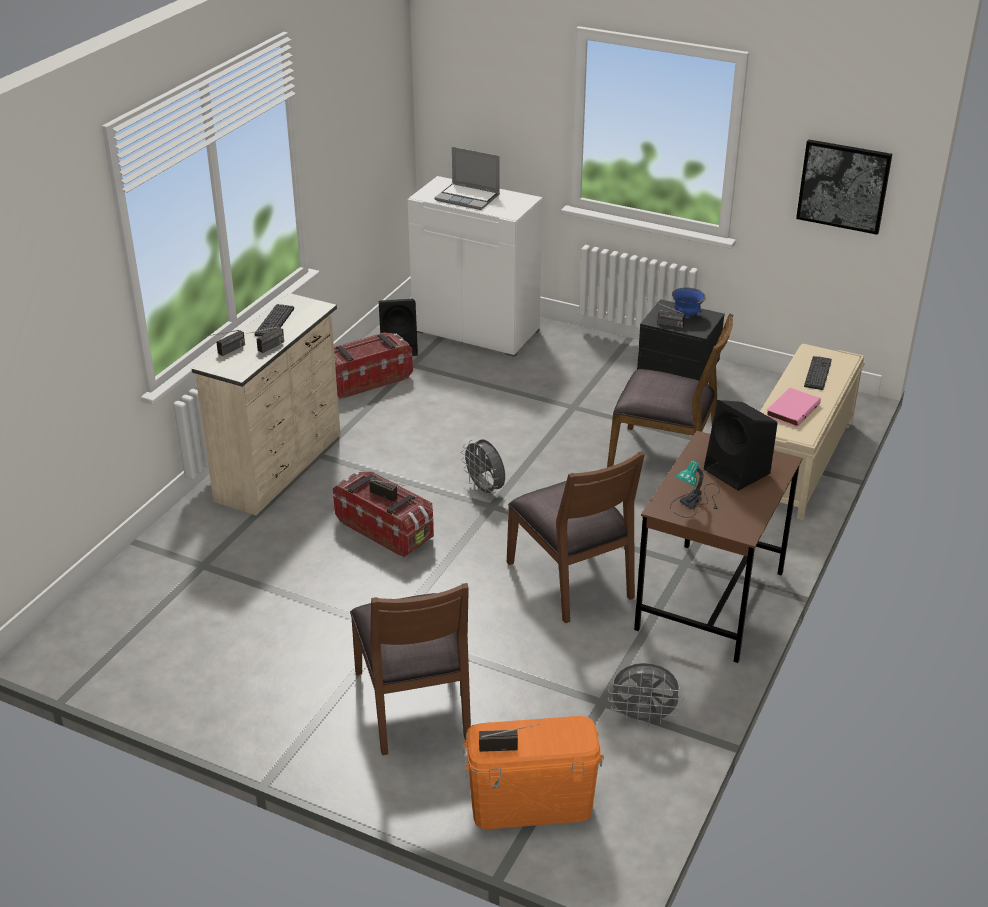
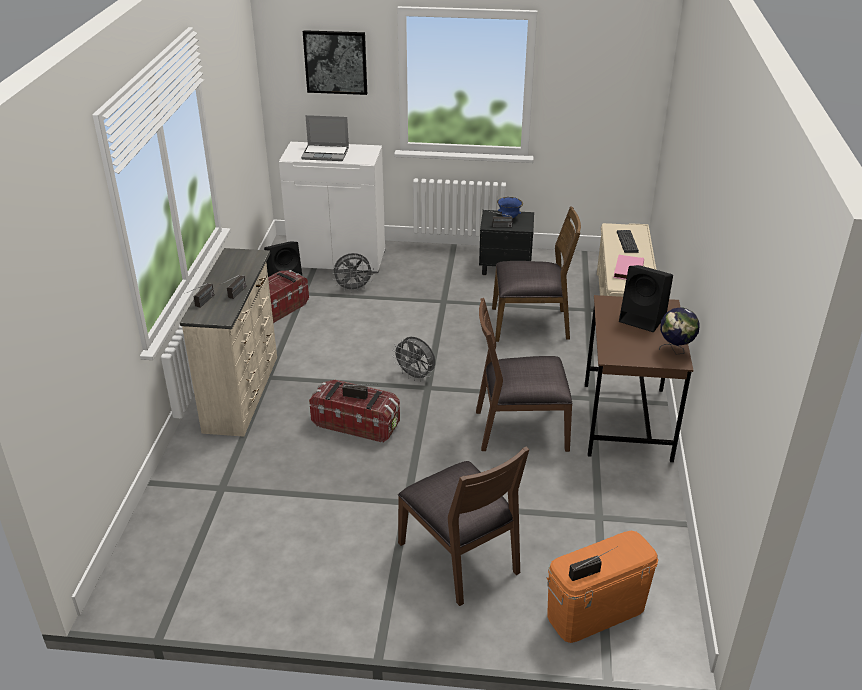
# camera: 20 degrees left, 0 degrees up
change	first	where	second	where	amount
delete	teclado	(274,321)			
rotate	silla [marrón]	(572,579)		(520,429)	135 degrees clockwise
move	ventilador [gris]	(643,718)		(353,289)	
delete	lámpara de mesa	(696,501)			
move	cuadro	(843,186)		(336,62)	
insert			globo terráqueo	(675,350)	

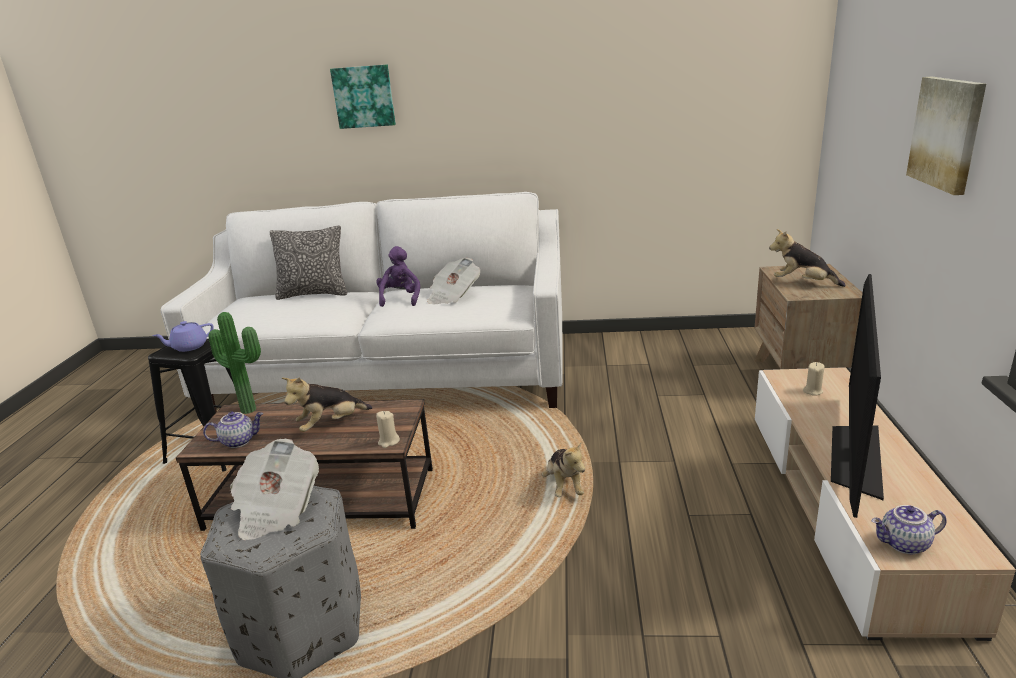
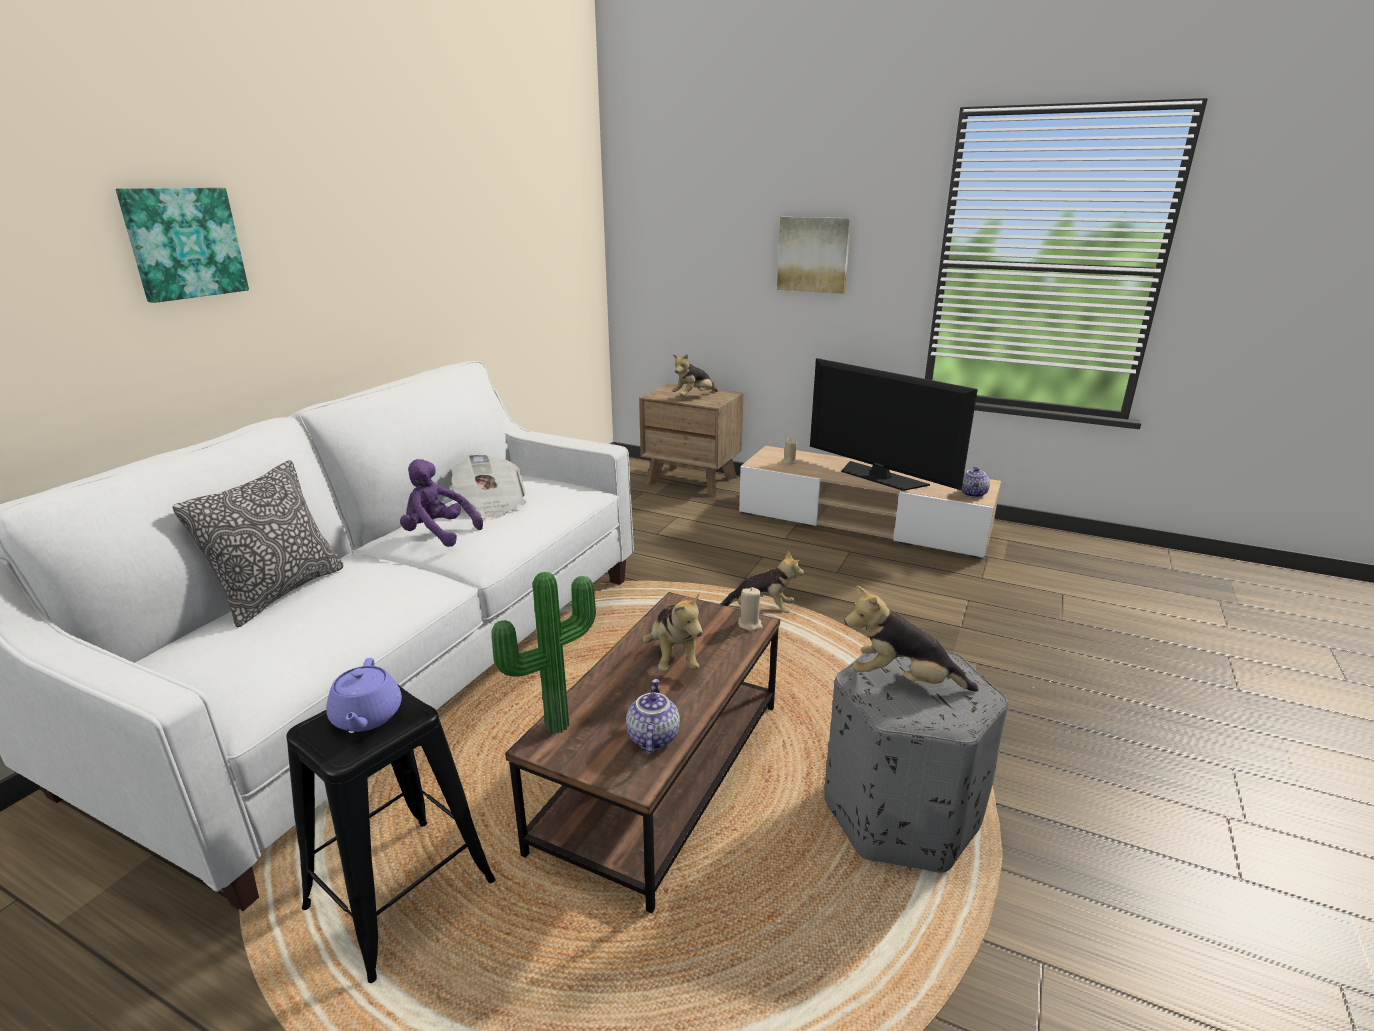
# camera: 70 degrees left, 0 degrees up
change	first	where	second	where	amount
replace	periódico	(276,509)	peluche	(903,681)	

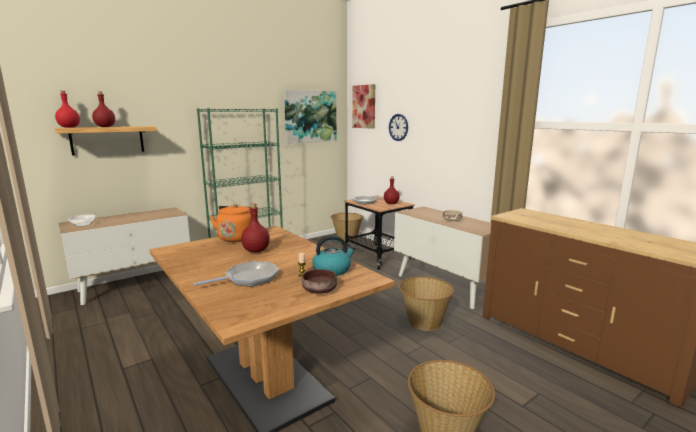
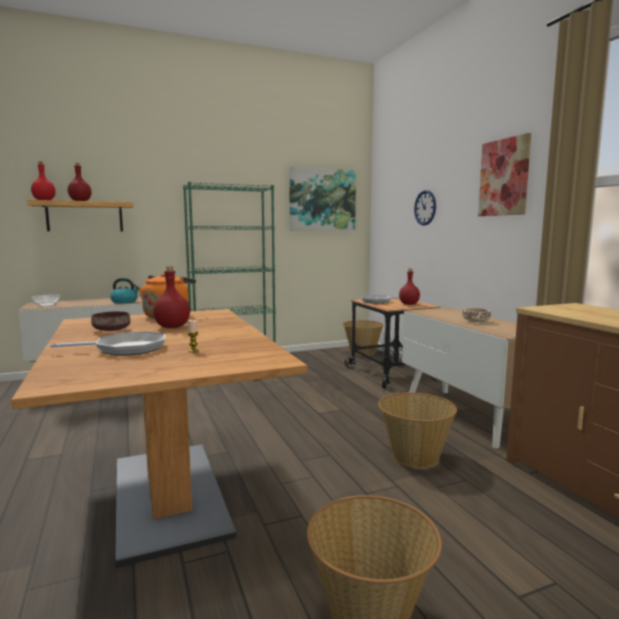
# camera: 15 degrees right, 5 degrees down
change	first	where	second	where	amount
move	cuenco [marrón]	(320,290)		(112,330)	
move	hervidor	(332,270)		(125,301)	
move	cuadro	(364,106)		(504,177)	

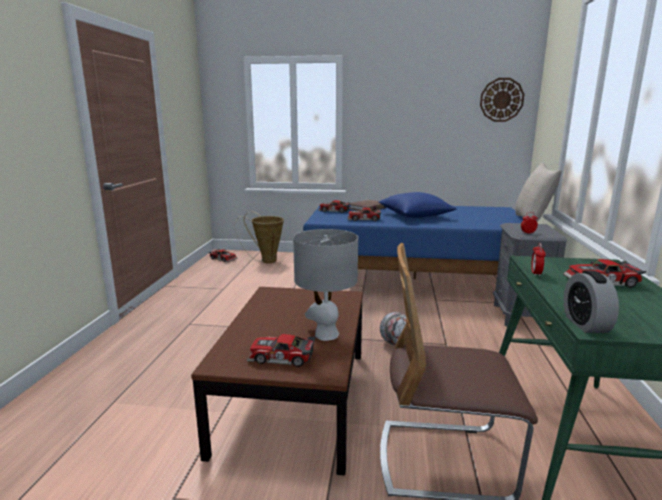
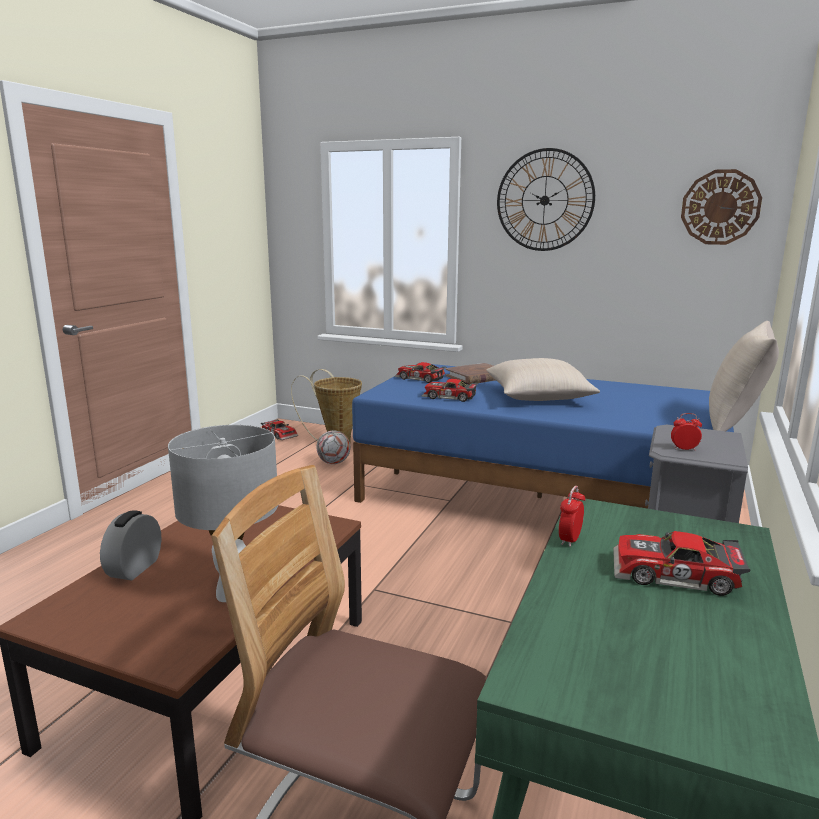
# camera: 15 degrees right, 0 degrees up
change	first	where	second	where	amount
delete	coche de juguete	(281,358)			
recolor	cojín [azul]	(415,216)	cojín [beis]	(538,397)	
move	balón de fútbol	(395,343)		(334,463)	
move	despertador	(585,324)		(134,568)	
insert			reloj de pared	(544,200)	

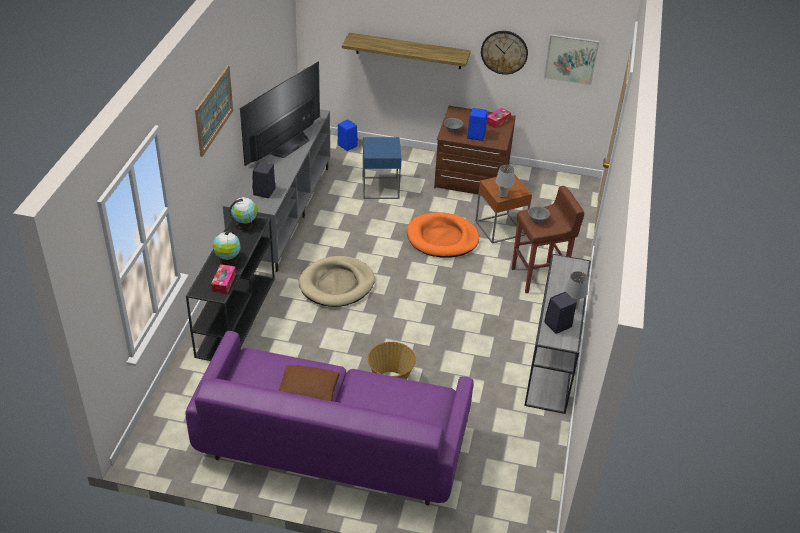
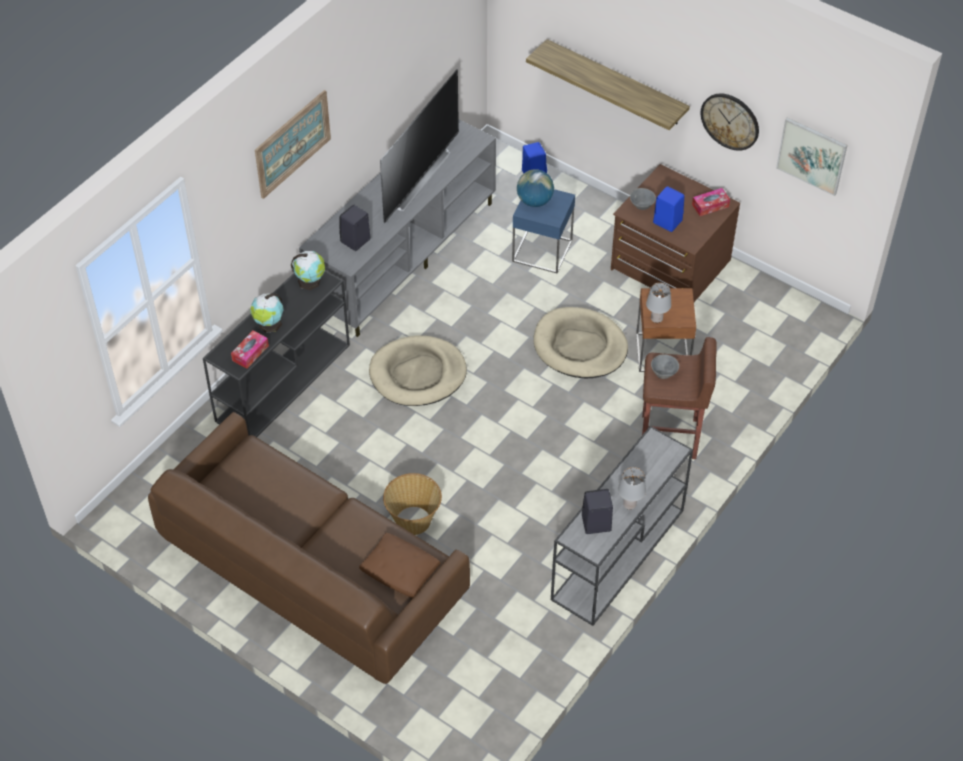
# camera: 25 degrees right, 10 degrees up
change	first	where	second	where	amount
recolor	sofá [morado]	(332,444)	sofá [marrón]	(311,574)	
rotate	televisor	(287,144)		(416,177)	150 degrees clockwise
move	cojín [marrón]	(307,391)		(399,571)	
recolor	cama para perro [naranja]	(442,238)	cama para perro [beis]	(580,346)	
insert			globo terráqueo	(534,201)	

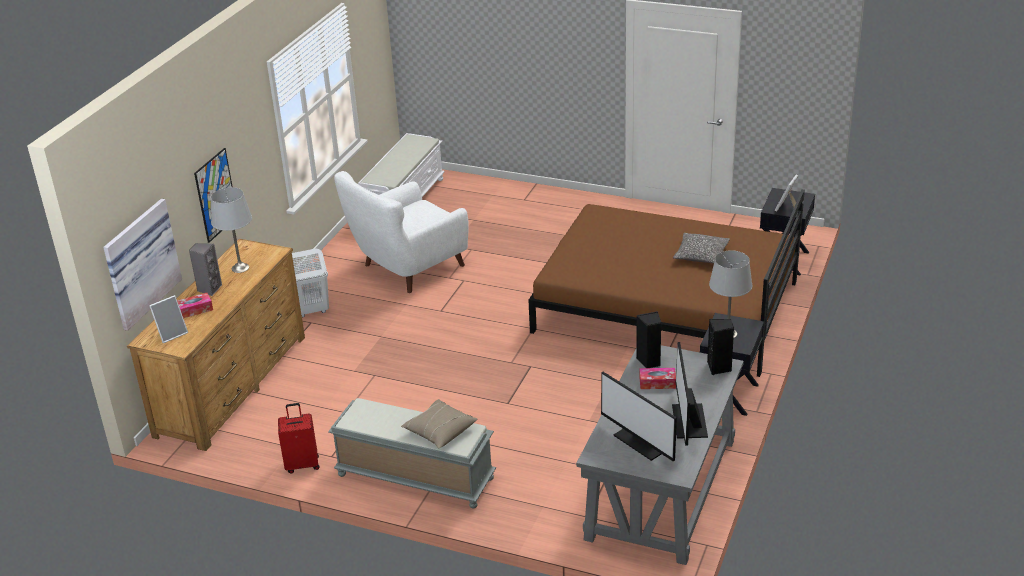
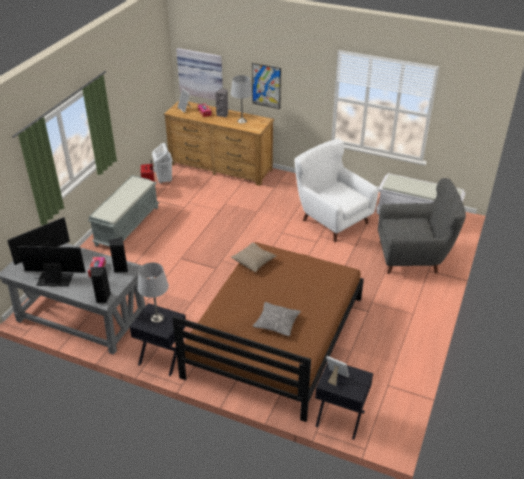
# camera: 90 degrees right, 5 degrees up
change	first	where	second	where	amount
move	cesto de la ropa [blanco]	(312,310)		(164,179)	
move	cojín [beis]	(439,431)		(254,261)	
insert			sillón [gris]	(413,257)	

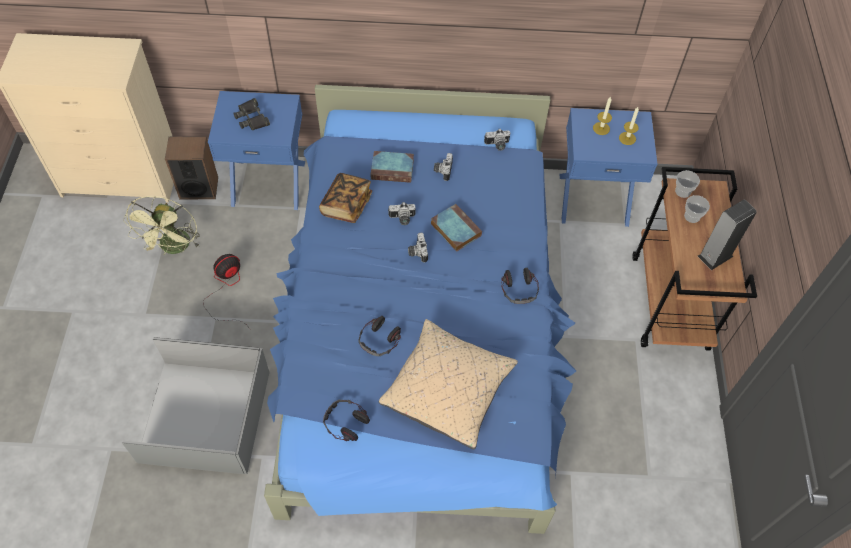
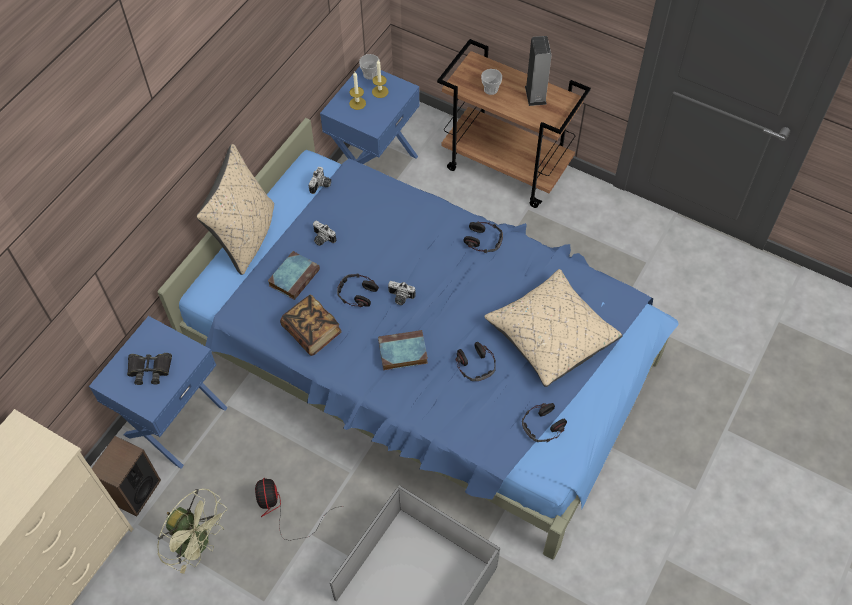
# camera: 60 degrees left, 0 degrees up
change	first	where	second	where	amount
replace	cámara	(402,219)	auriculares	(357,293)	
move	libro	(454,229)		(401,352)	
move	taza	(682,191)		(370,74)	
insert			cojín [beis]	(246,236)	

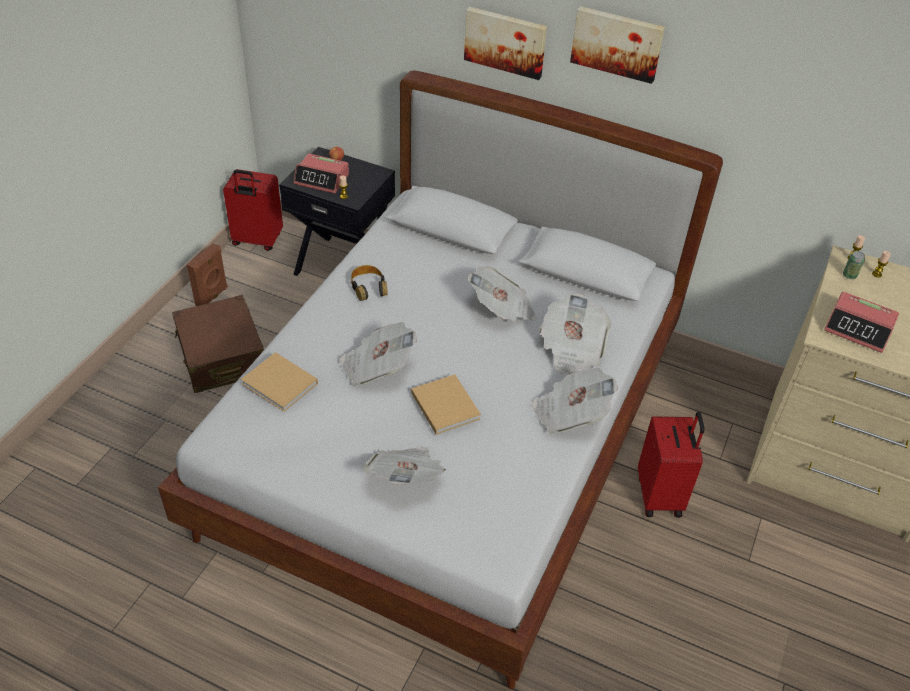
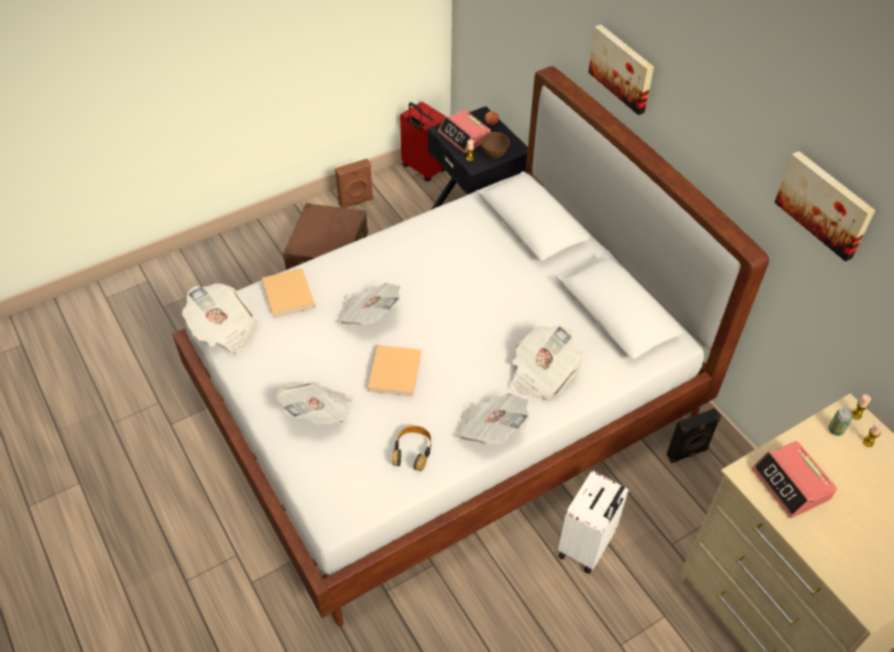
# camera: 35 degrees right, 5 degrees up
change	first	where	second	where	amount
move	auriculares	(368,287)		(412,451)	
move	periódico	(502,309)		(223,330)	
move	cuadro	(617,43)		(825,204)	
recolor	maleta [rojo]	(660,495)	maleta [blanco]	(587,546)	
insert			cuenco [marrón]	(495,155)	
insert			altavoz [negro]	(687,453)	

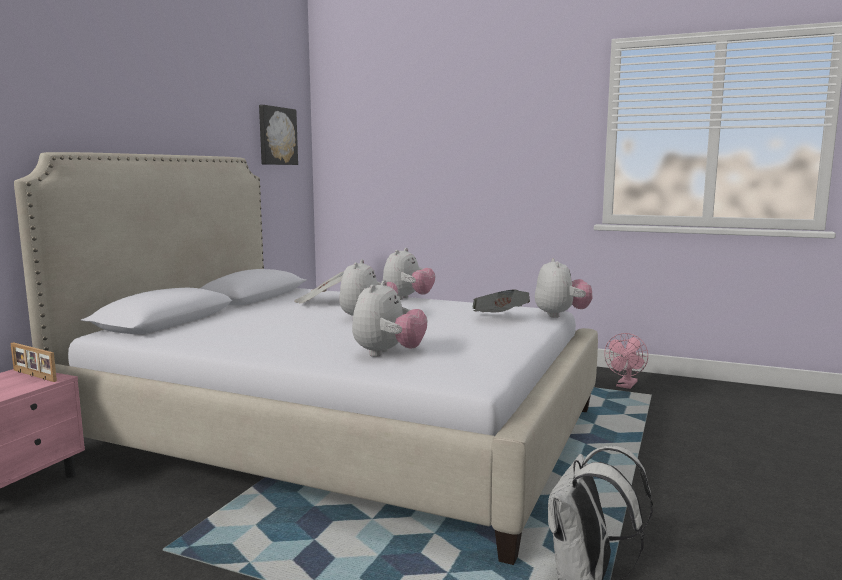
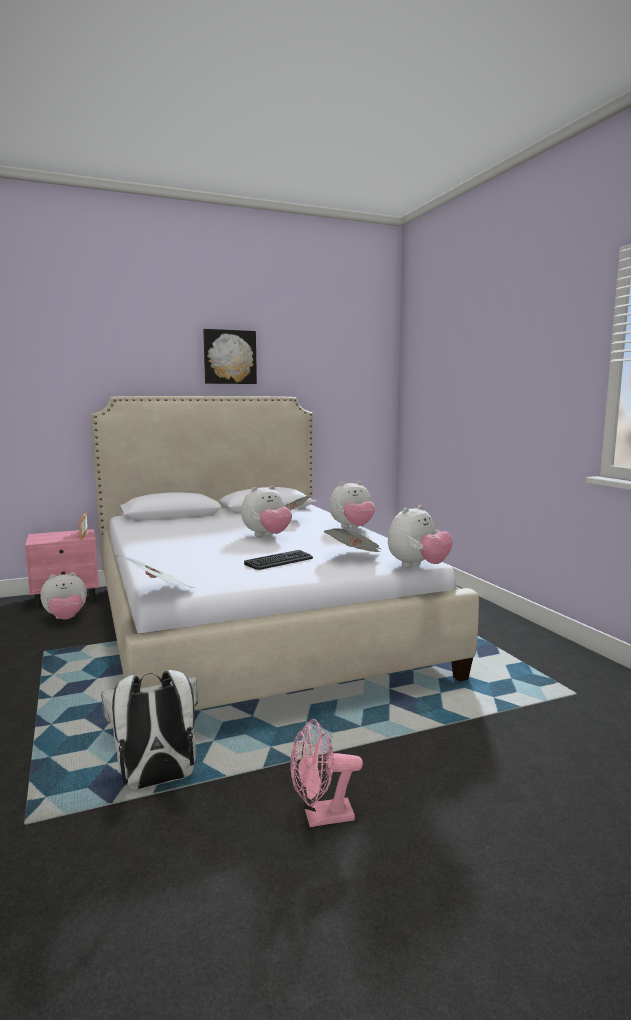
# camera: 45 degrees right, 0 degrees up
change	first	where	second	where	amount
move	cuadro	(276,136)		(229,357)	
move	peluche	(388,354)		(66,619)	
move	ventilador [rosa]	(625,386)		(321,817)	
insert			periódico	(157,591)	
insert			teclado	(279,561)	

